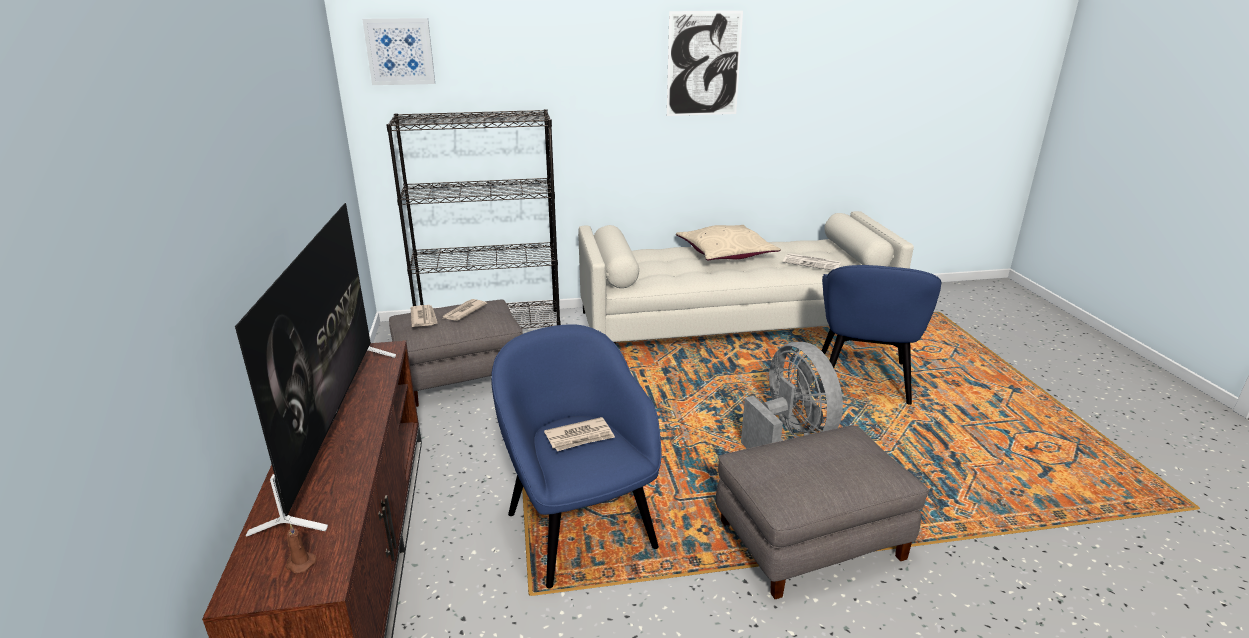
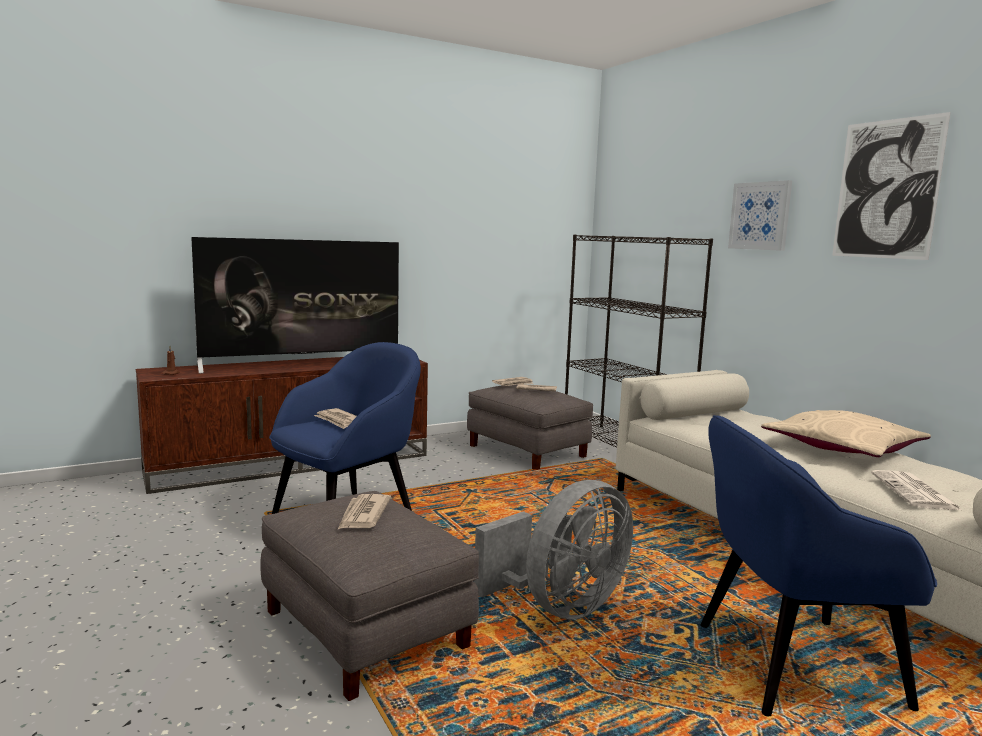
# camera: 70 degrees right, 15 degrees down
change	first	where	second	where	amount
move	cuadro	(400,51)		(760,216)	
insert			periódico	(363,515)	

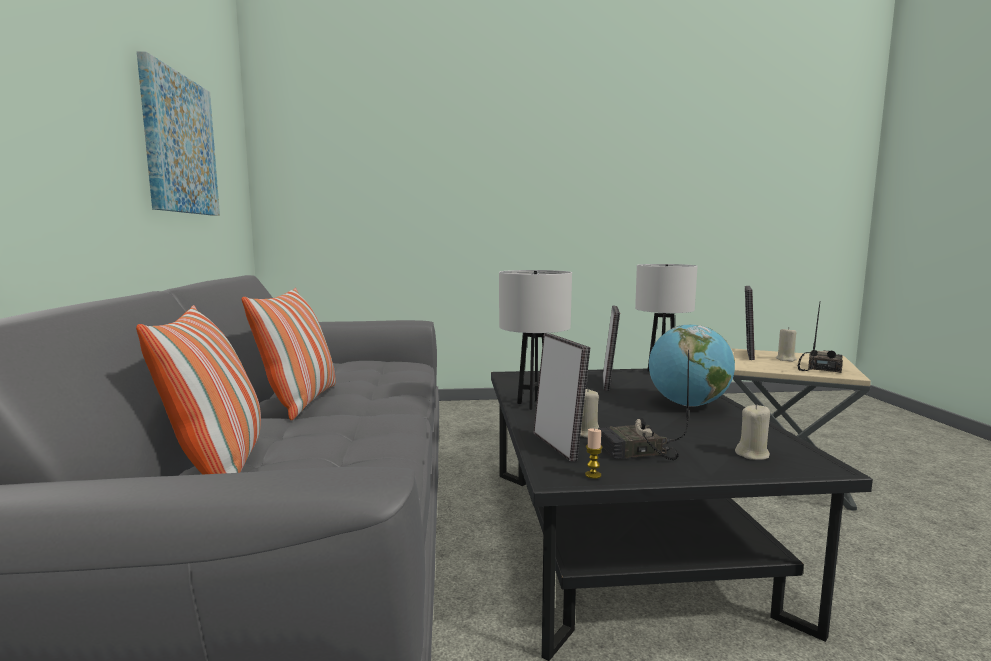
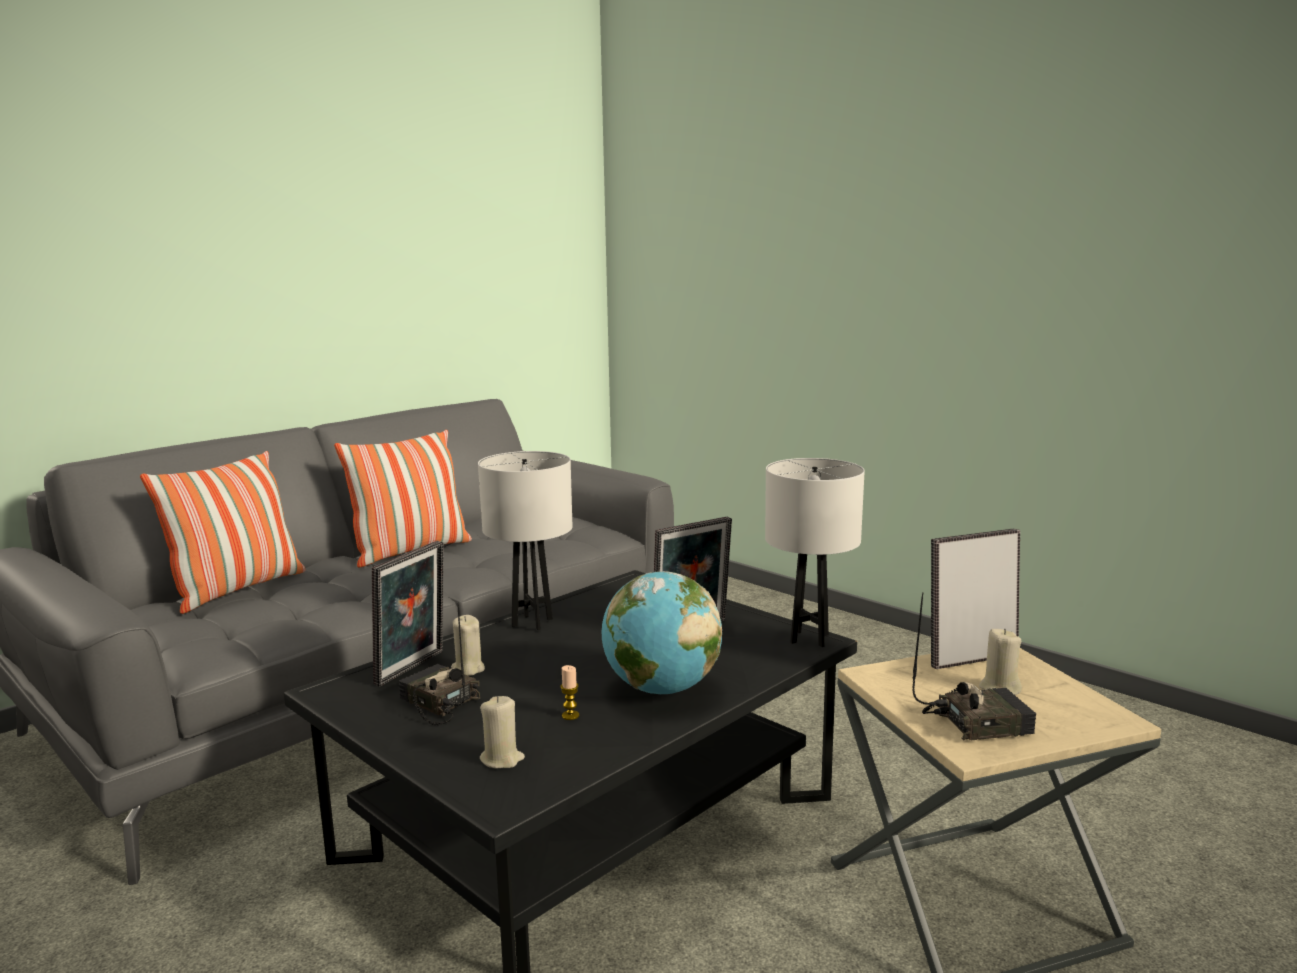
# camera: 50 degrees right, 5 degrees up
change	first	where	second	where	amount
delete	cuadro	(179,144)			
move	vela	(593,475)		(570,715)	

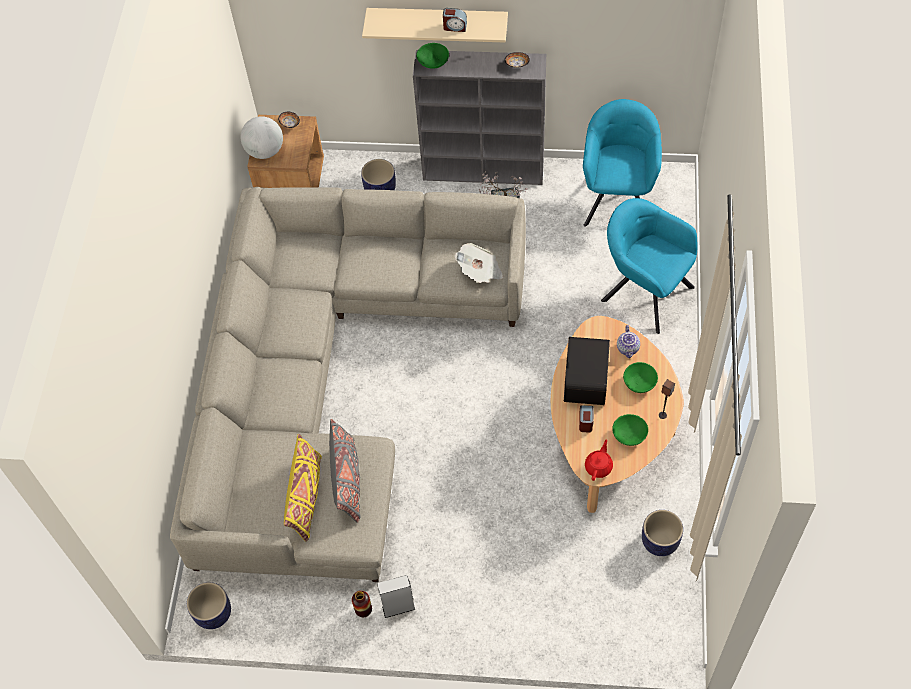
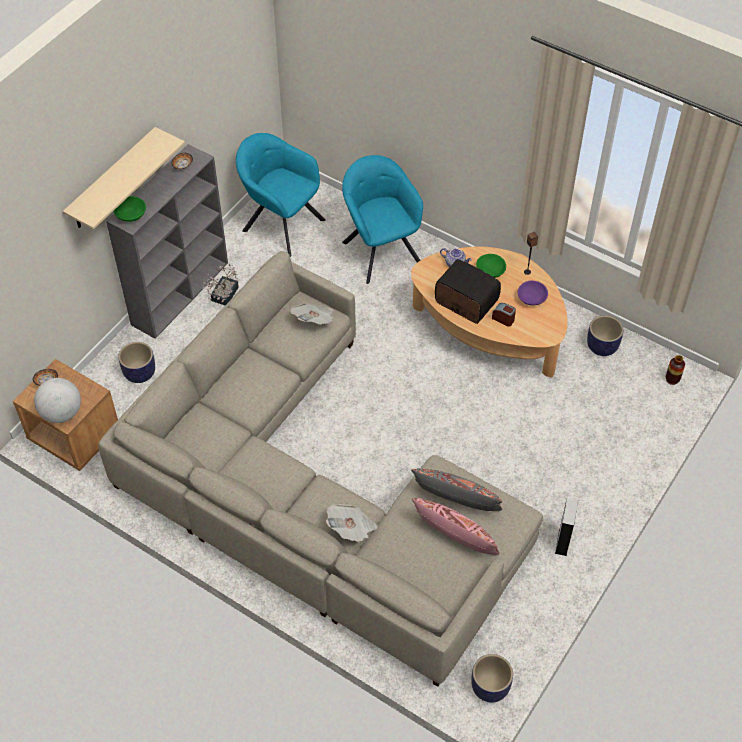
# camera: 65 degrees left, 5 degrees down
change	first	where	second	where	amount
recolor	cojín [amarillo]	(306,497)	cojín [rosa]	(455,537)	
move	florero	(363,610)		(672,379)	
delete	despertador	(455,27)			
delete	tetera [rojo]	(598,466)			
rotate	sillón [turquesa]	(644,292)		(380,250)	90 degrees clockwise
recolor	cuenco [verde]	(629,435)	cuenco [morado]	(532,299)	
insert			periódico	(351,529)	

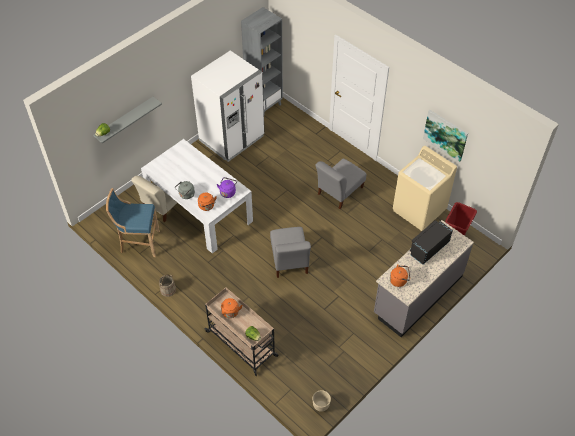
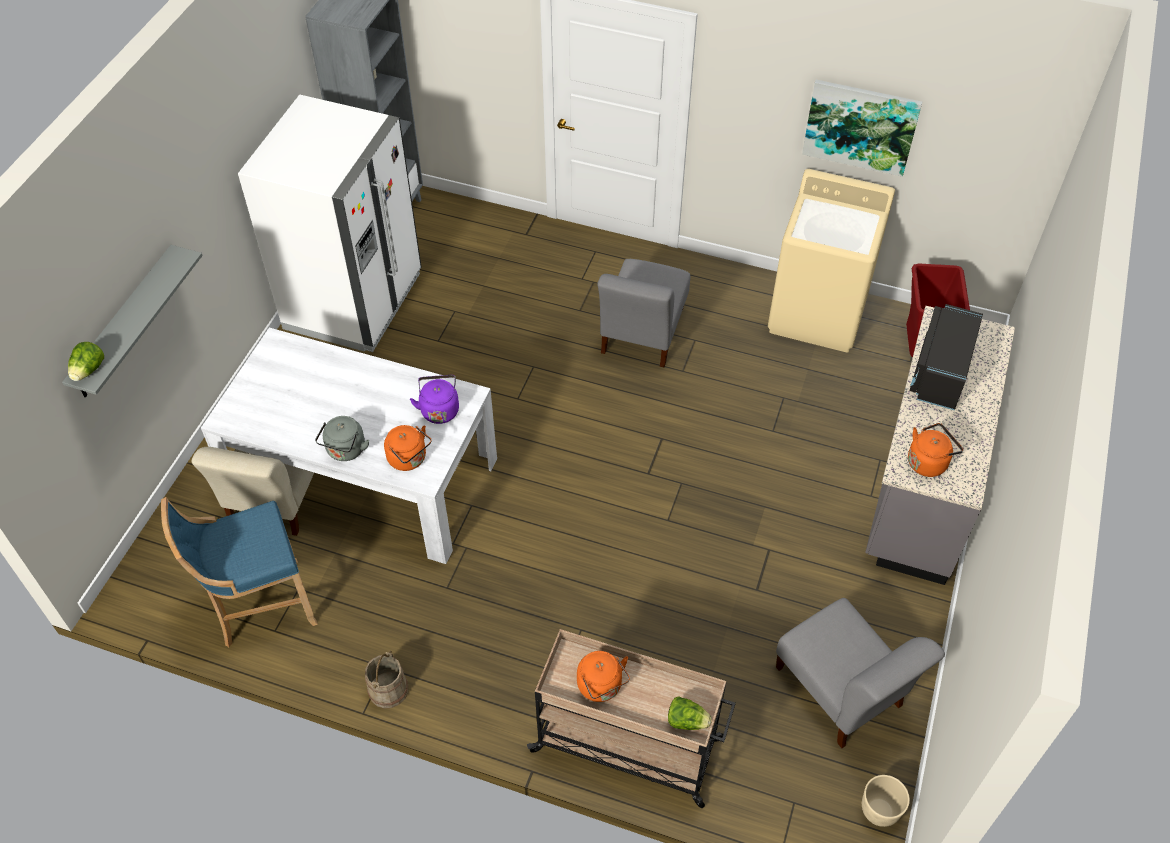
# camera: 25 degrees left, 0 degrees up
change	first	where	second	where	amount
move	silla [gris]	(289,261)		(841,692)	

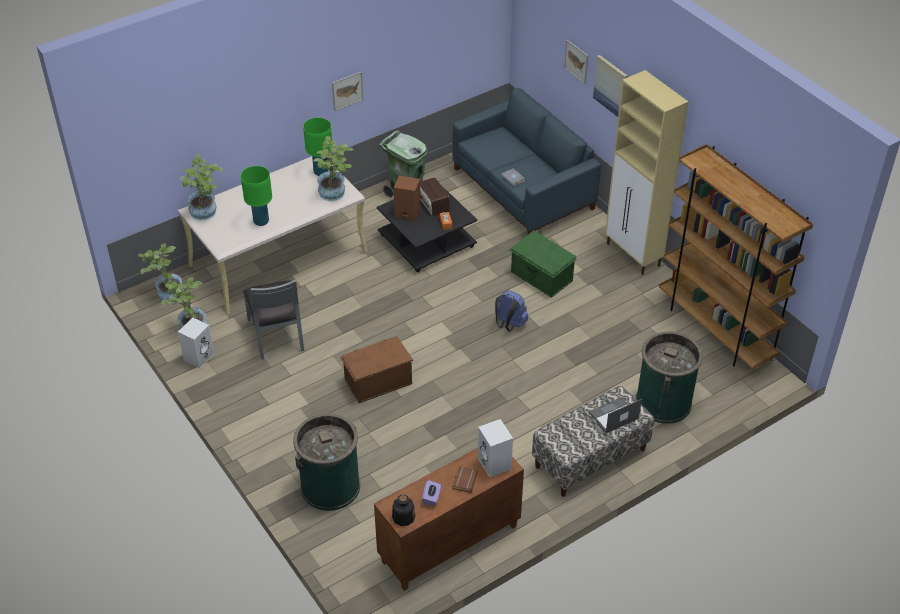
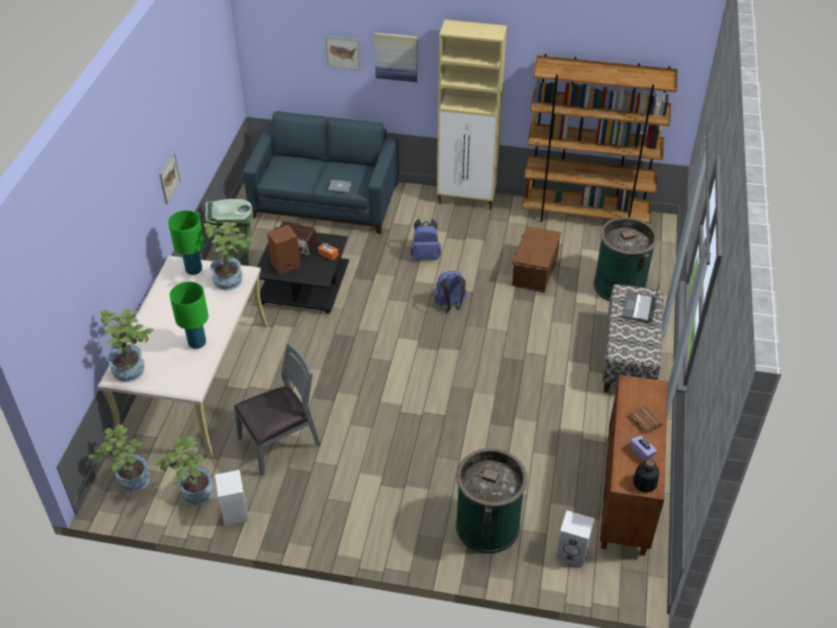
# camera: 45 degrees left, 0 degrees up
change	first	where	second	where	amount
rotate	silla [gris]	(277,334)		(280,442)	60 degrees counterclockwise
move	caja de almacenaje [marrón]	(377,381)		(534,271)	
move	altavoz [blanco]	(495,464)		(573,552)	
replace	caja de almacenaje [verde]	(541,277)	mochila [azul]	(425,255)	

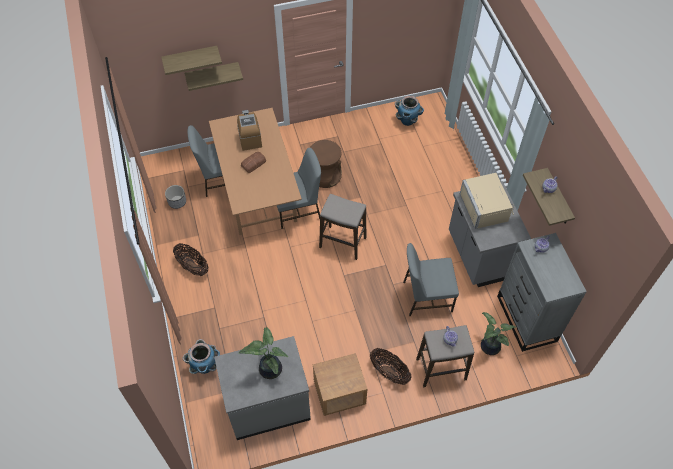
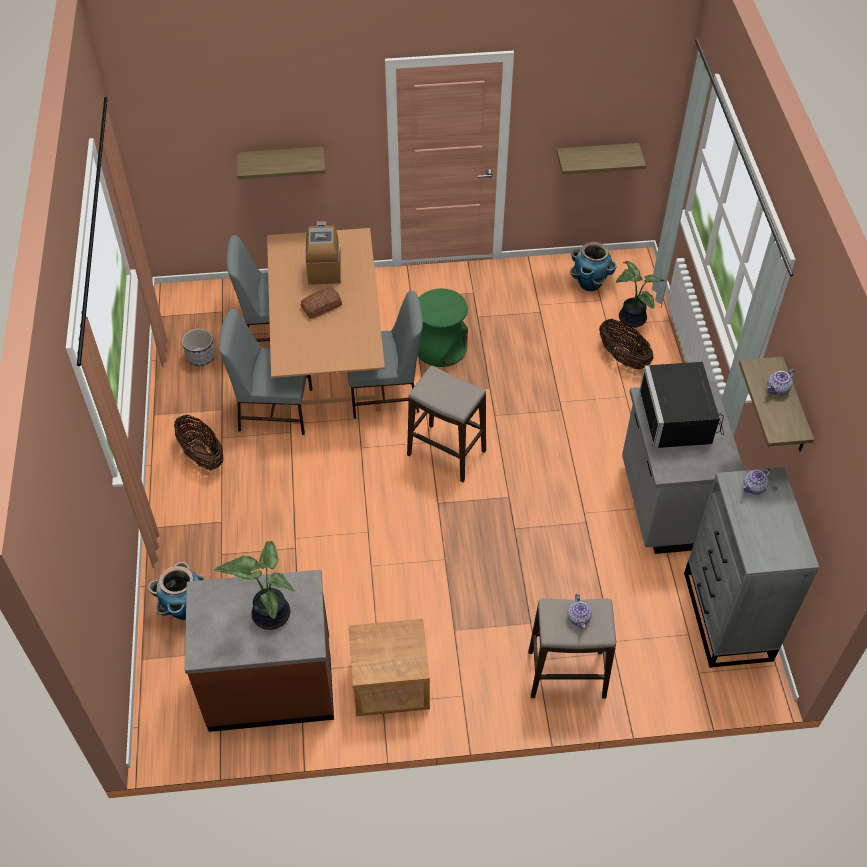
# camera: 10 degrees right, 5 degrees down
change	first	where	second	where	amount
move	estante	(190,58)		(596,157)	
recolor	mueble bajo de cocina [gris]	(267,404)	mueble bajo de cocina [marrón]	(270,684)	
recolor	taburete [marrón]	(325,175)	taburete [verde]	(440,348)	
move	cesta	(389,372)		(623,357)	
move	silla [gris]	(426,296)		(274,409)	
recolor	microondas [beis]	(487,208)	microondas [negro]	(681,419)	
move	planta en maceta	(488,346)		(630,318)	

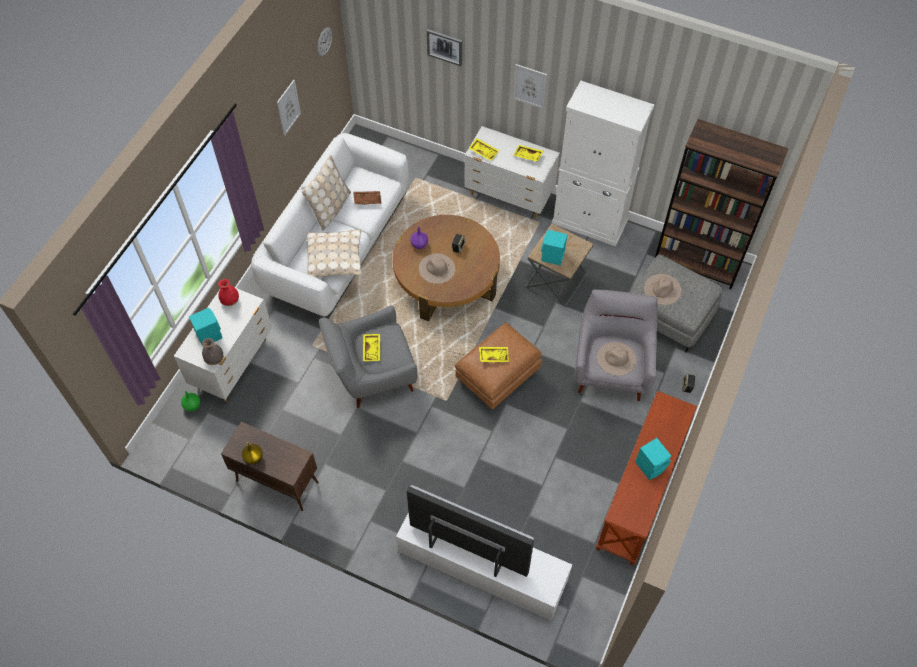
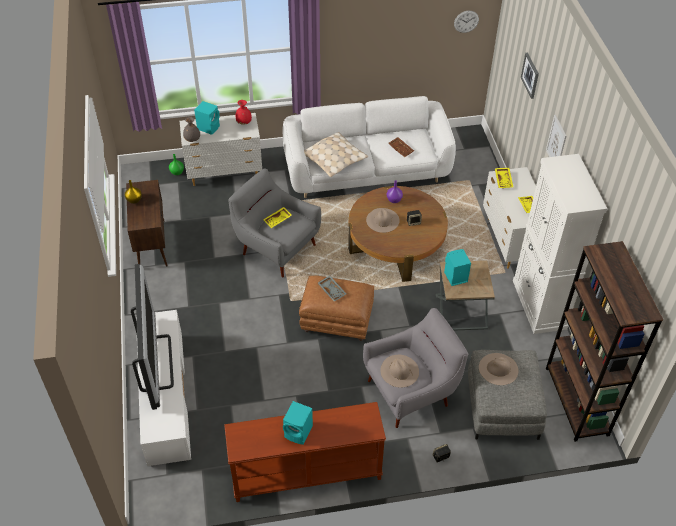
# camera: 55 degrees right, 10 degrees down
change	first	where	second	where	amount
delete	cuadro	(288,107)			
delete	cojín [beis]	(330,209)			
recolor	bandeja [amarillo]	(493,356)	bandeja [gris]	(332,290)	

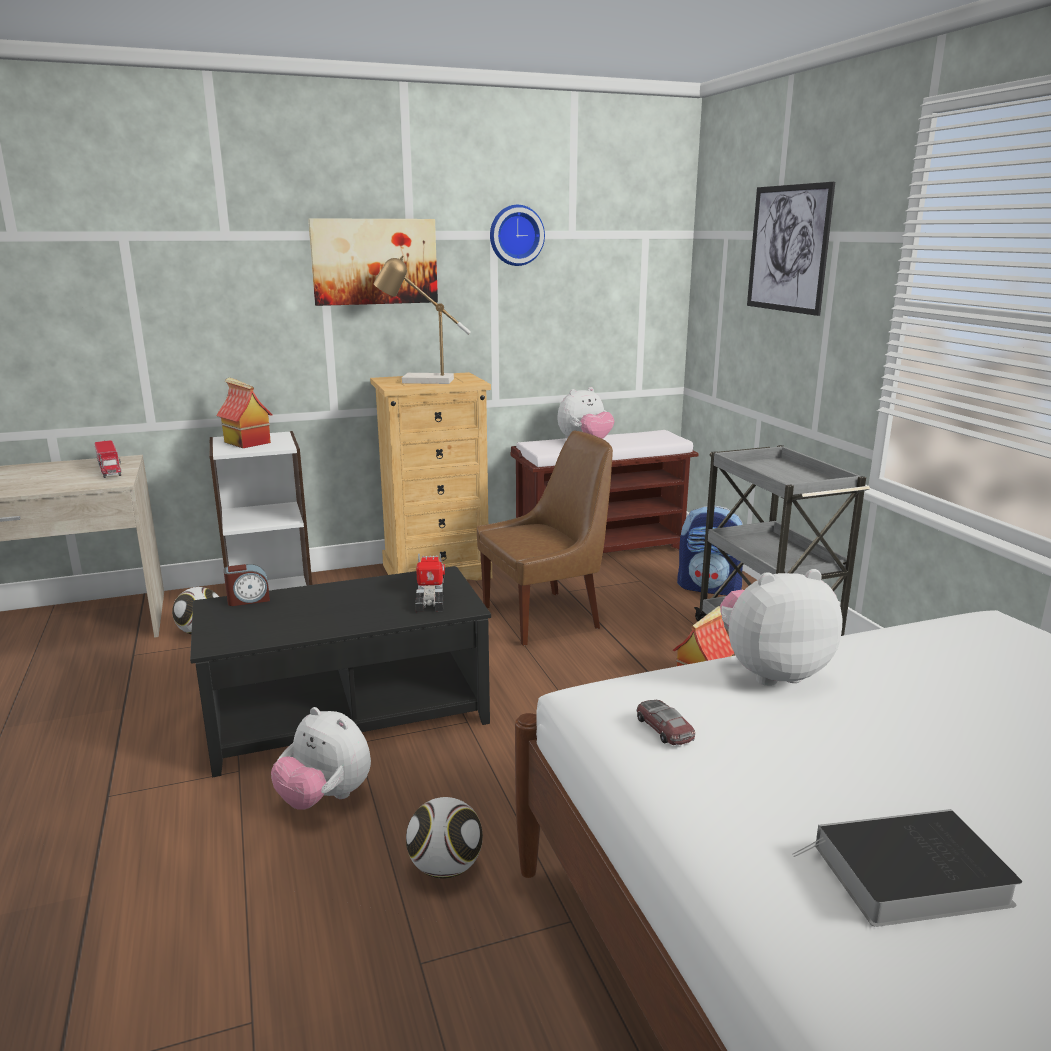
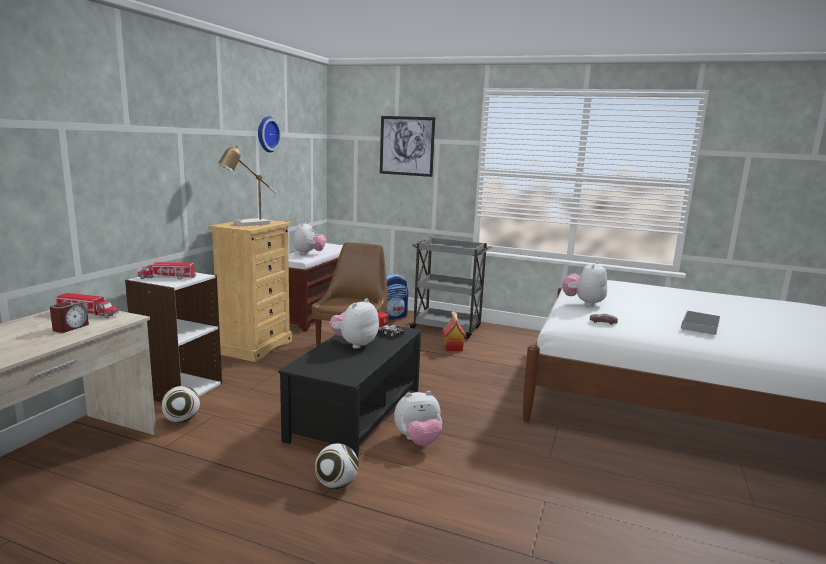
# camera: 50 degrees left, 5 degrees down
change	first	where	second	where	amount
replace	casita	(246,442)	camión de juguete	(167,278)	
move	despertador	(248,599)		(70,327)	
delete	cuadro	(374,261)			
move	balón de fútbol	(446,867)		(336,484)	
insert			peluche	(354,344)	

